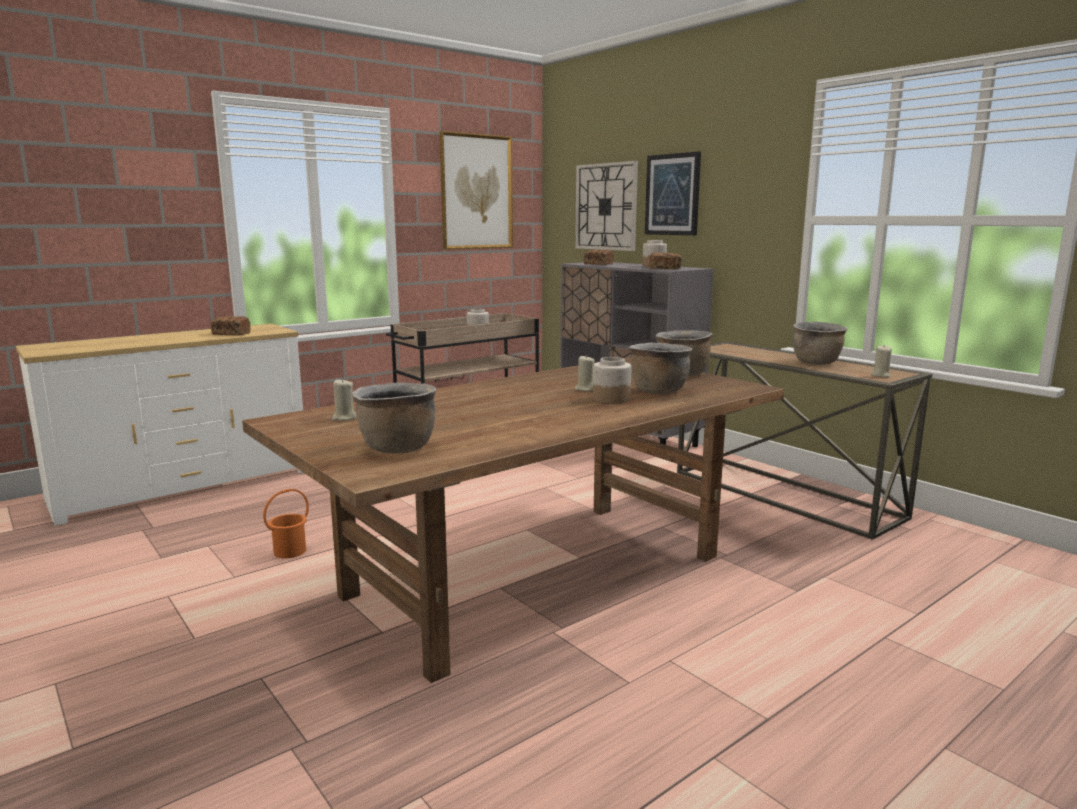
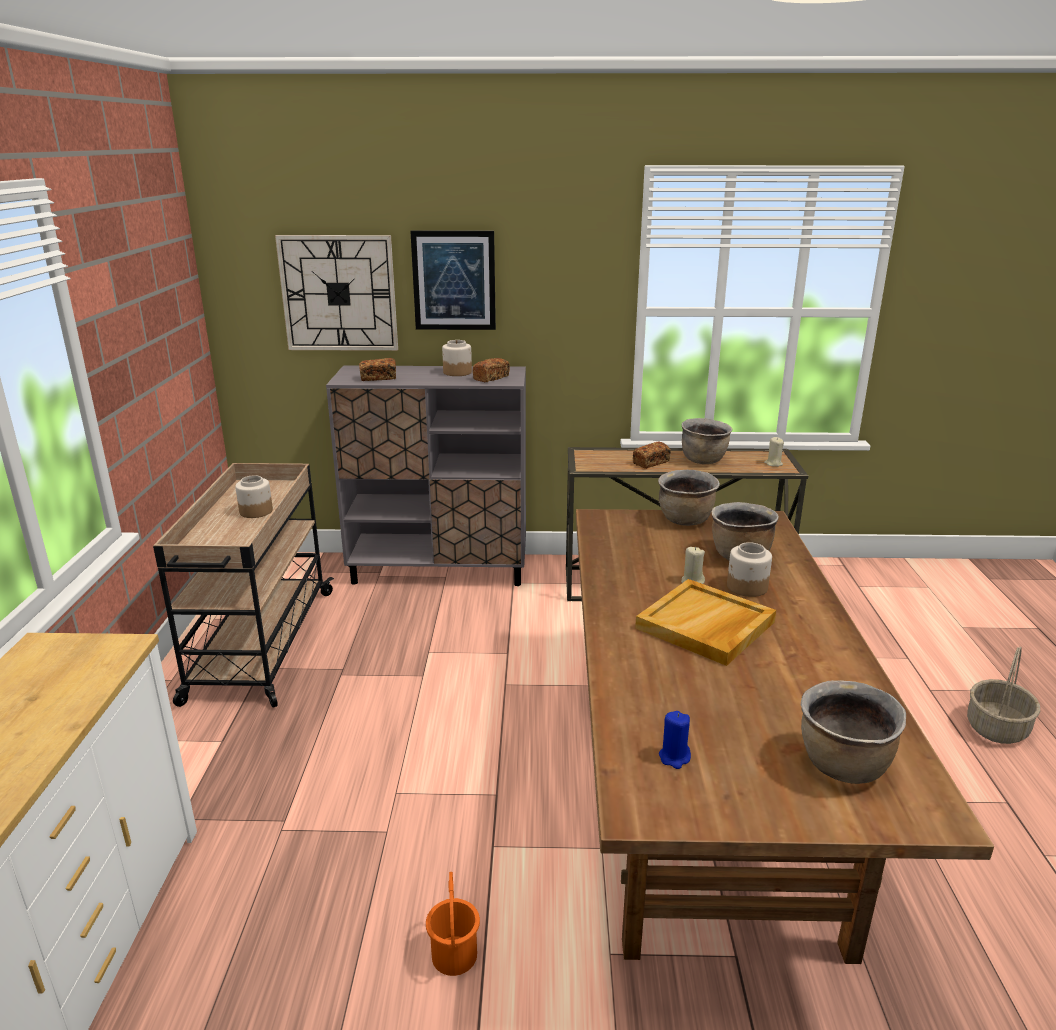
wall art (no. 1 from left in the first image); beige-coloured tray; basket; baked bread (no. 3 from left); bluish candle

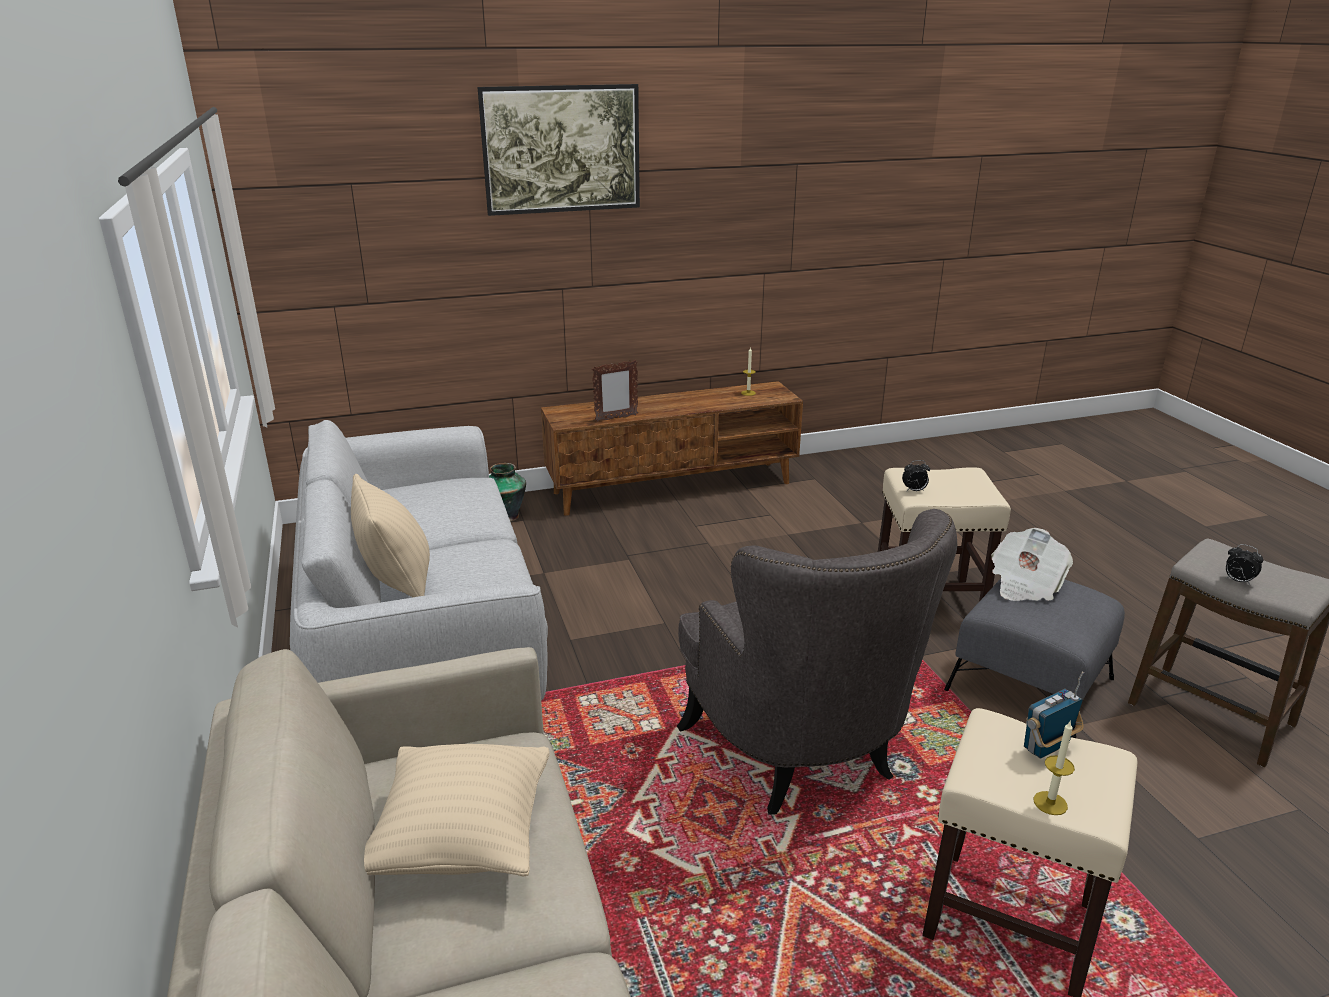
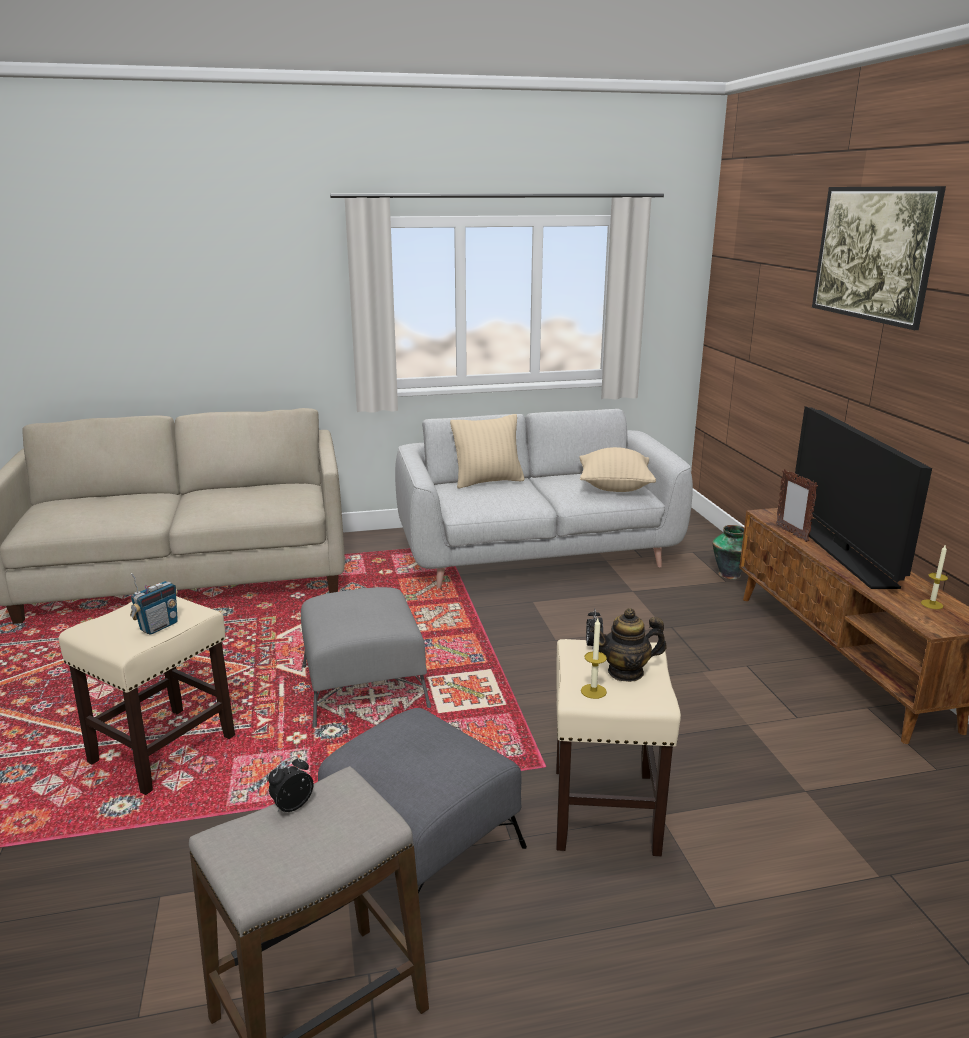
daily paper; teapot; TV; beige-coloured cushion (no. 2 from left); candle (no. 1 from left); gray footrest (no. 1 from left); radio set

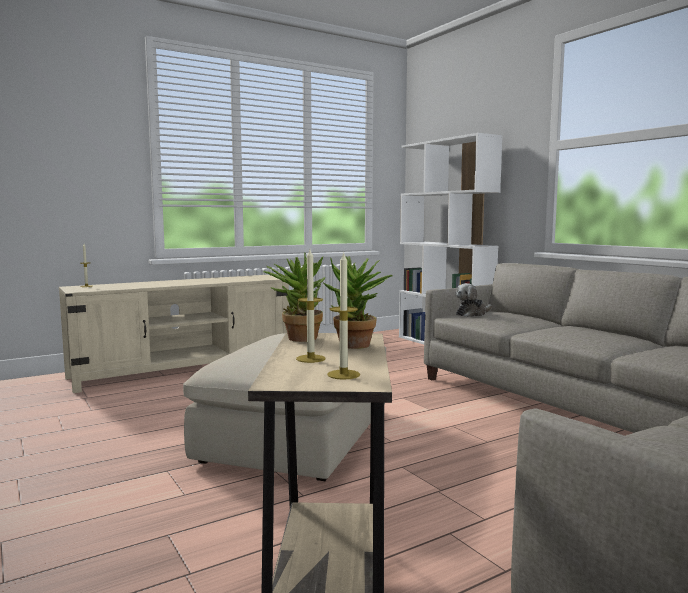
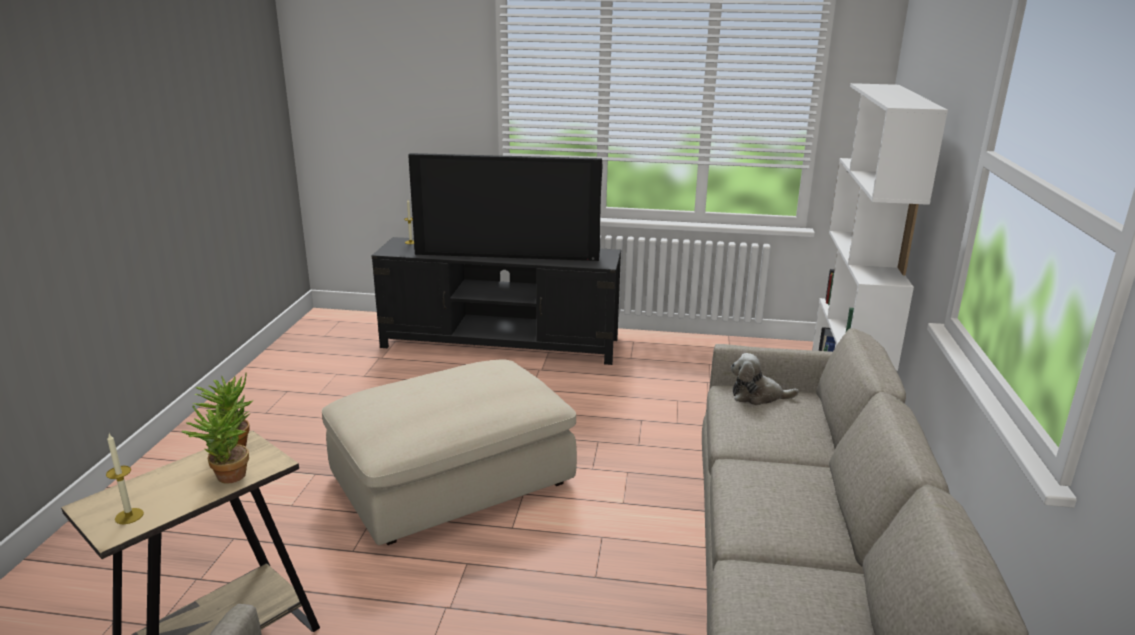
candle (no. 2 from left in the first image); TV; black-coloured tv stand

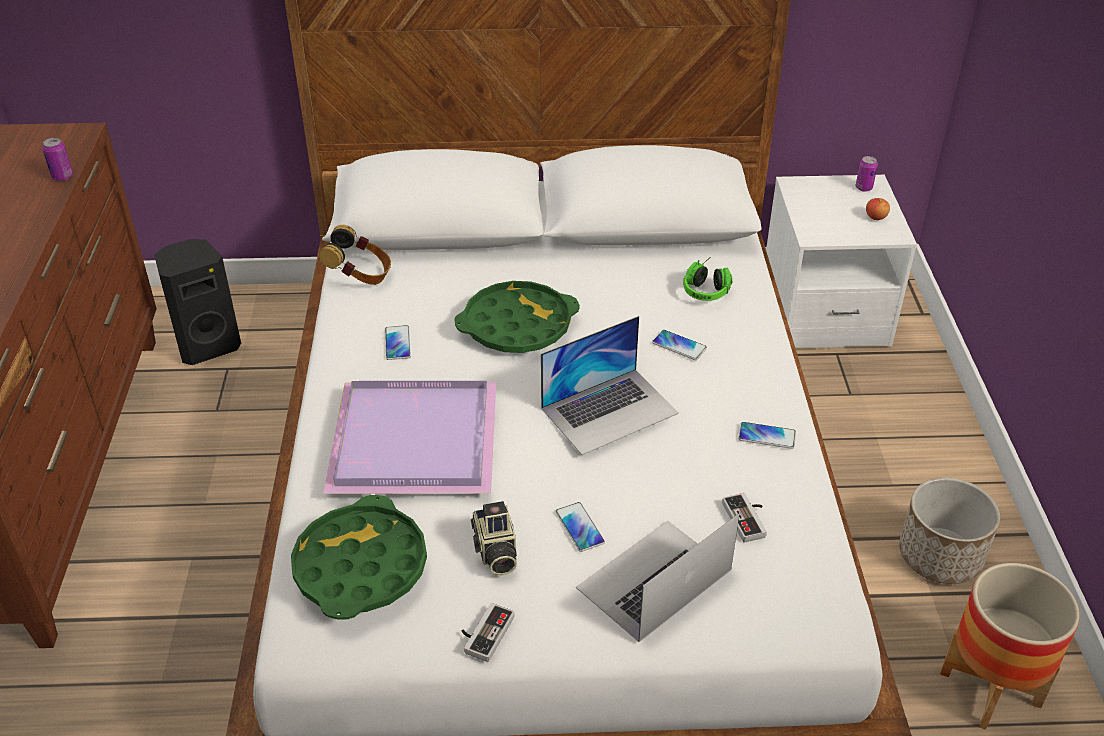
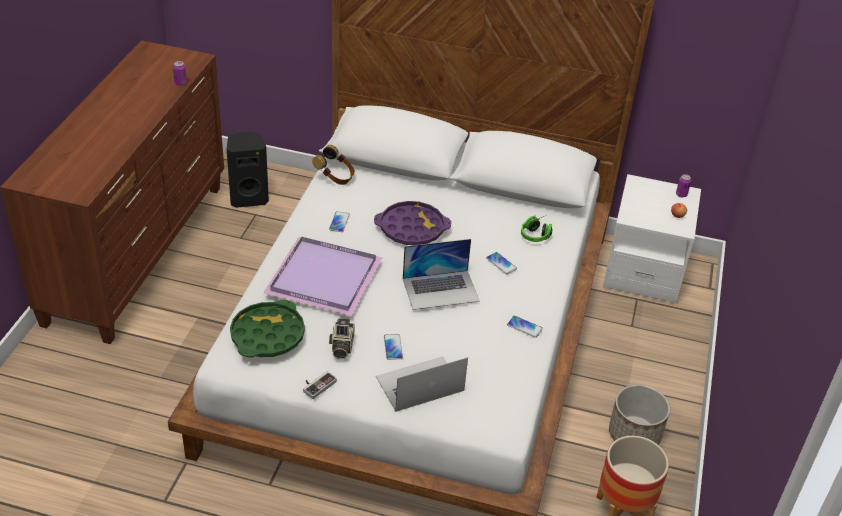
joypad (no. 2 from left in the first image); purple-coloured tray (no. 2 from left)

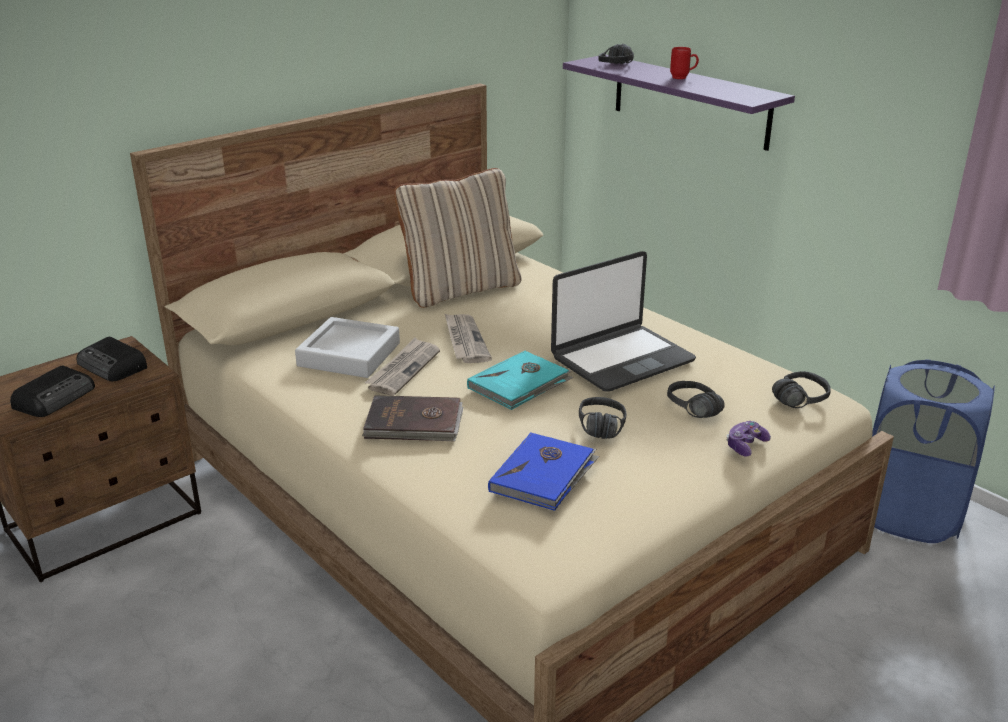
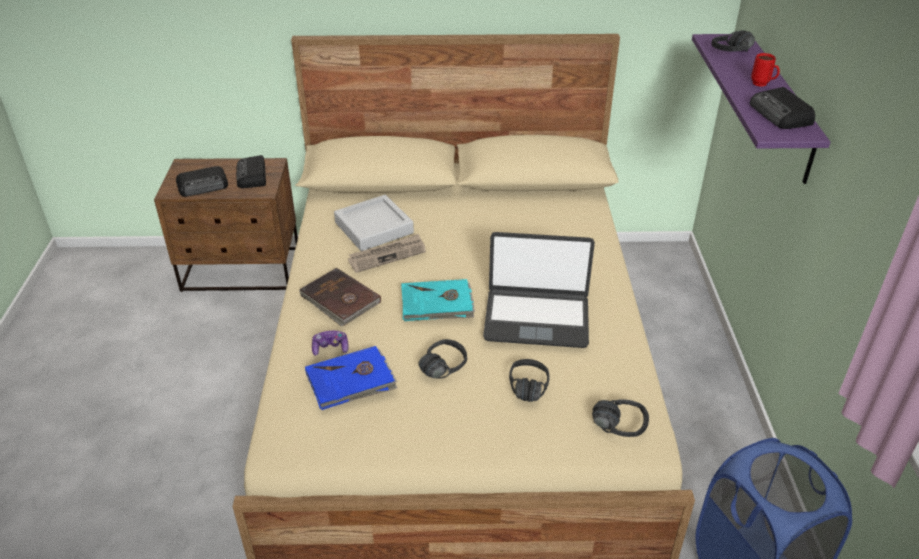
beige-coloured cushion; daily paper (no. 2 from left in the first image); radio set (no. 3 from left); joypad

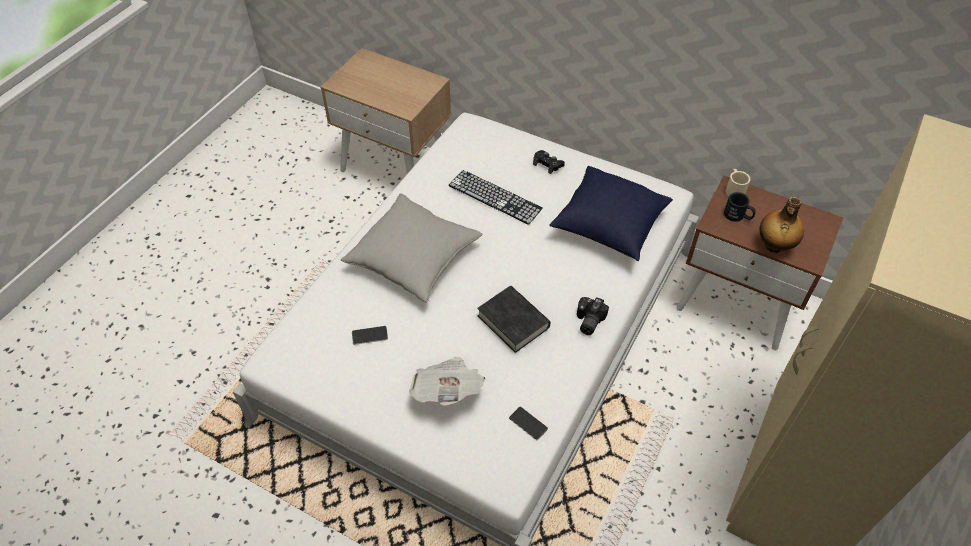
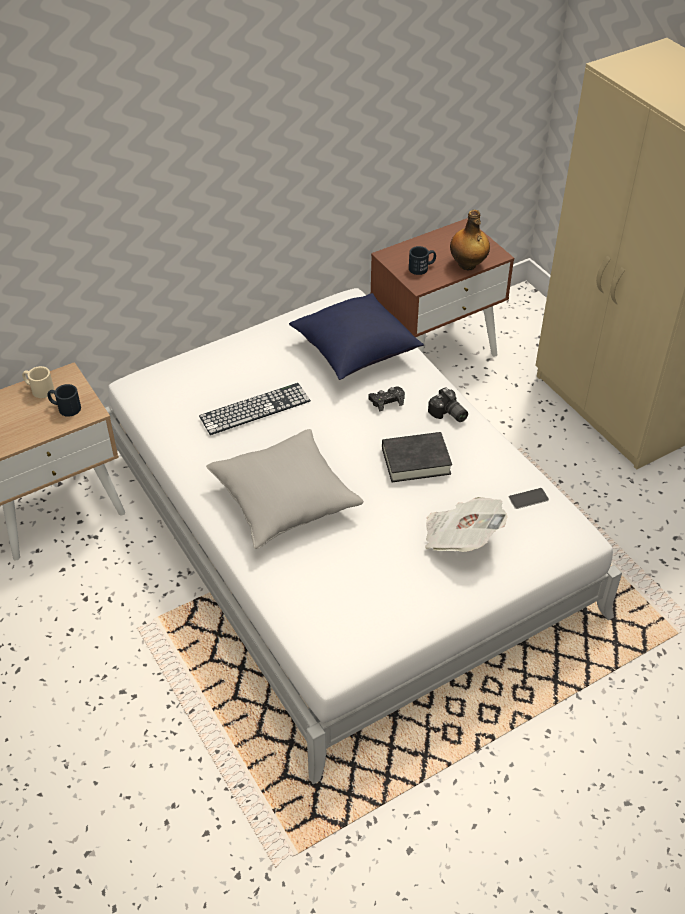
telephone (no. 1 from left in the first image); black-coloured coffee mug (no. 1 from left); black-coloured joypad; beige-coloured coffee mug

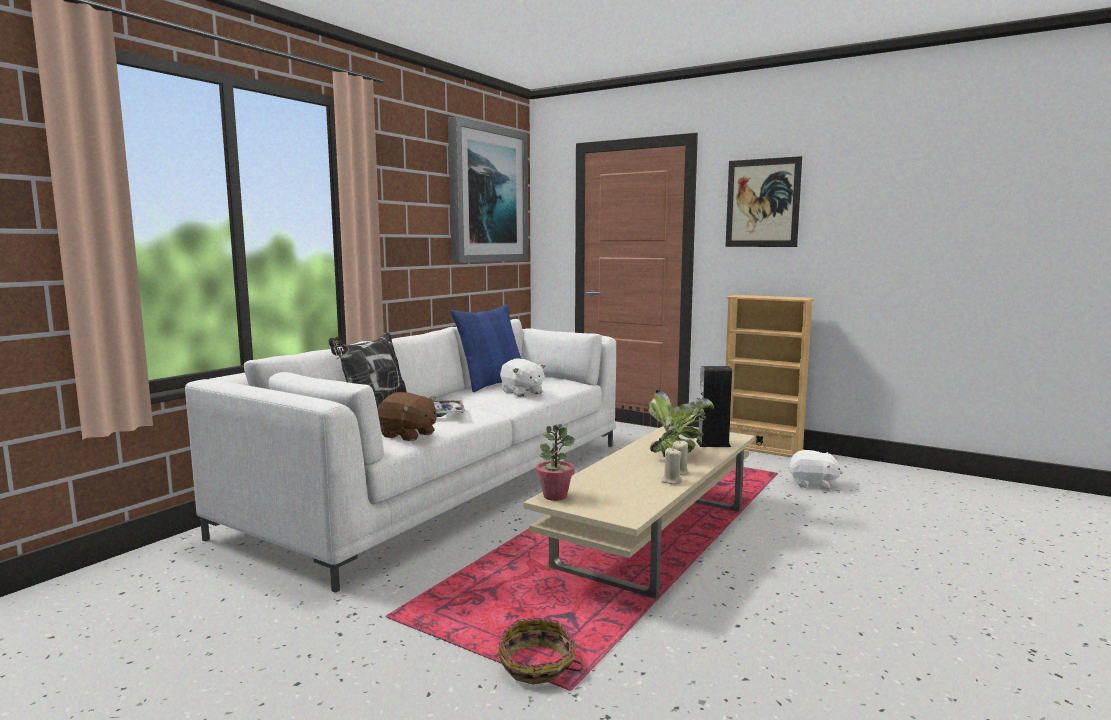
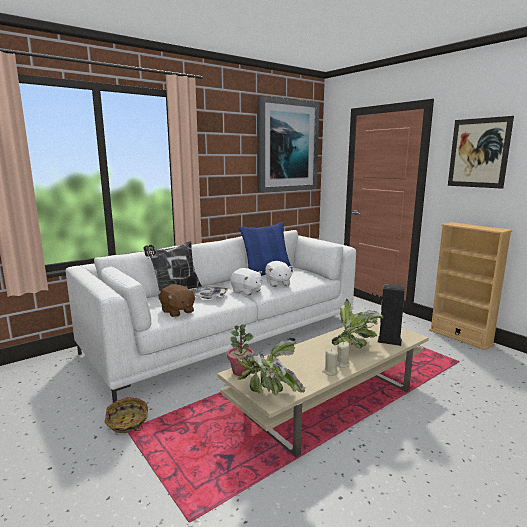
potted plant (no. 2 from left); basket; white-coloured soft toy (no. 1 from left)

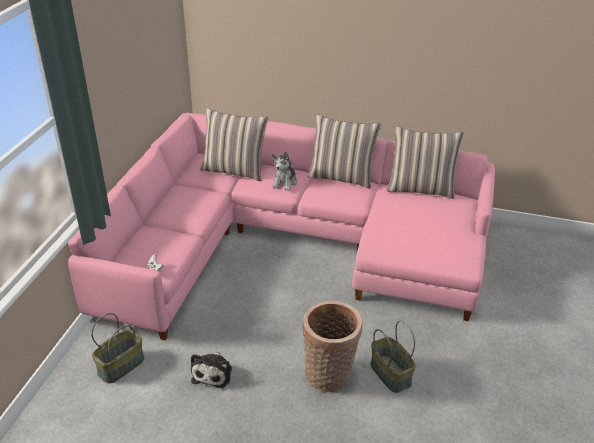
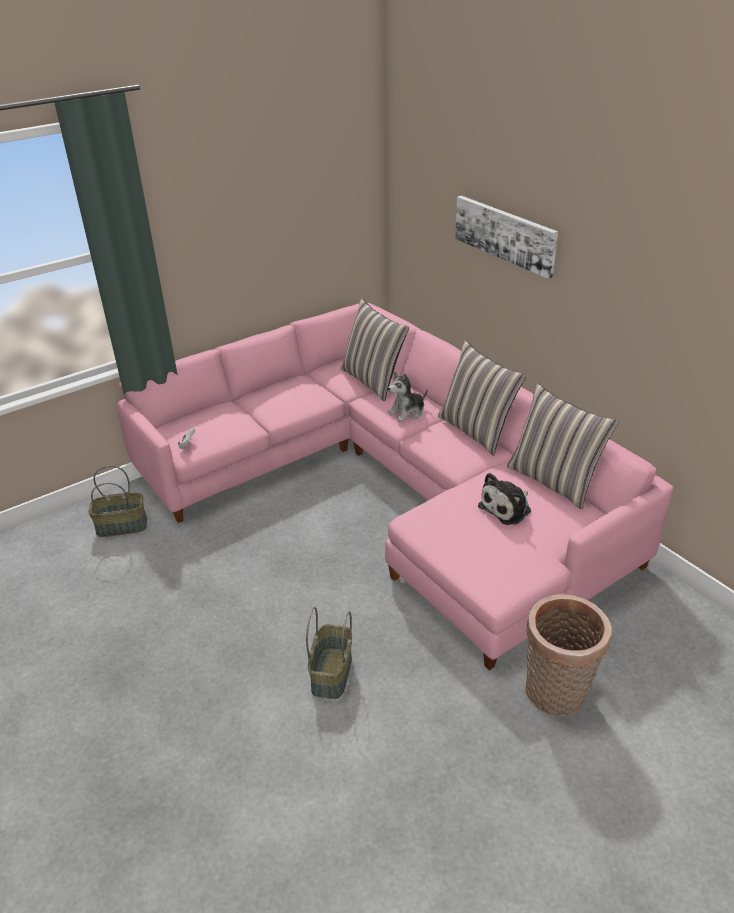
wall art; soft toy (no. 2 from left); basket (no. 3 from left)

